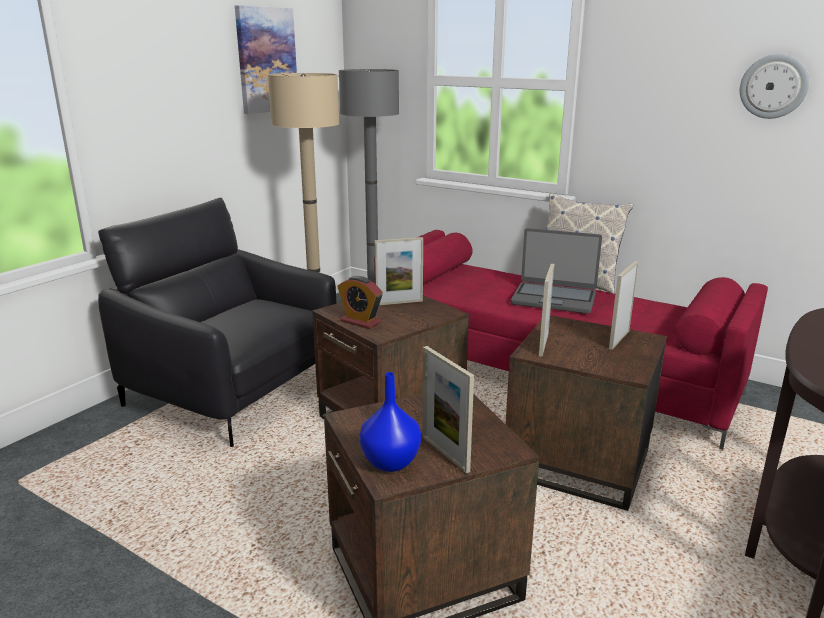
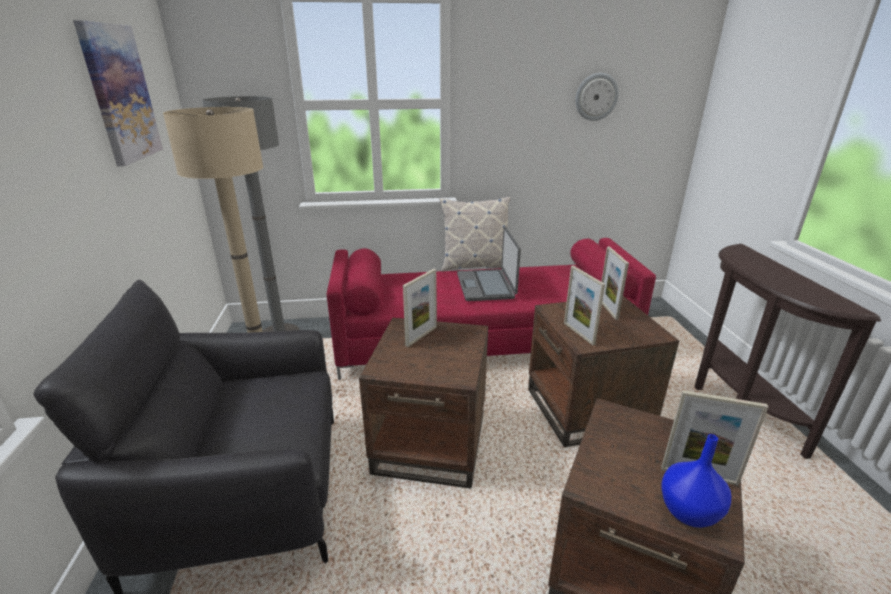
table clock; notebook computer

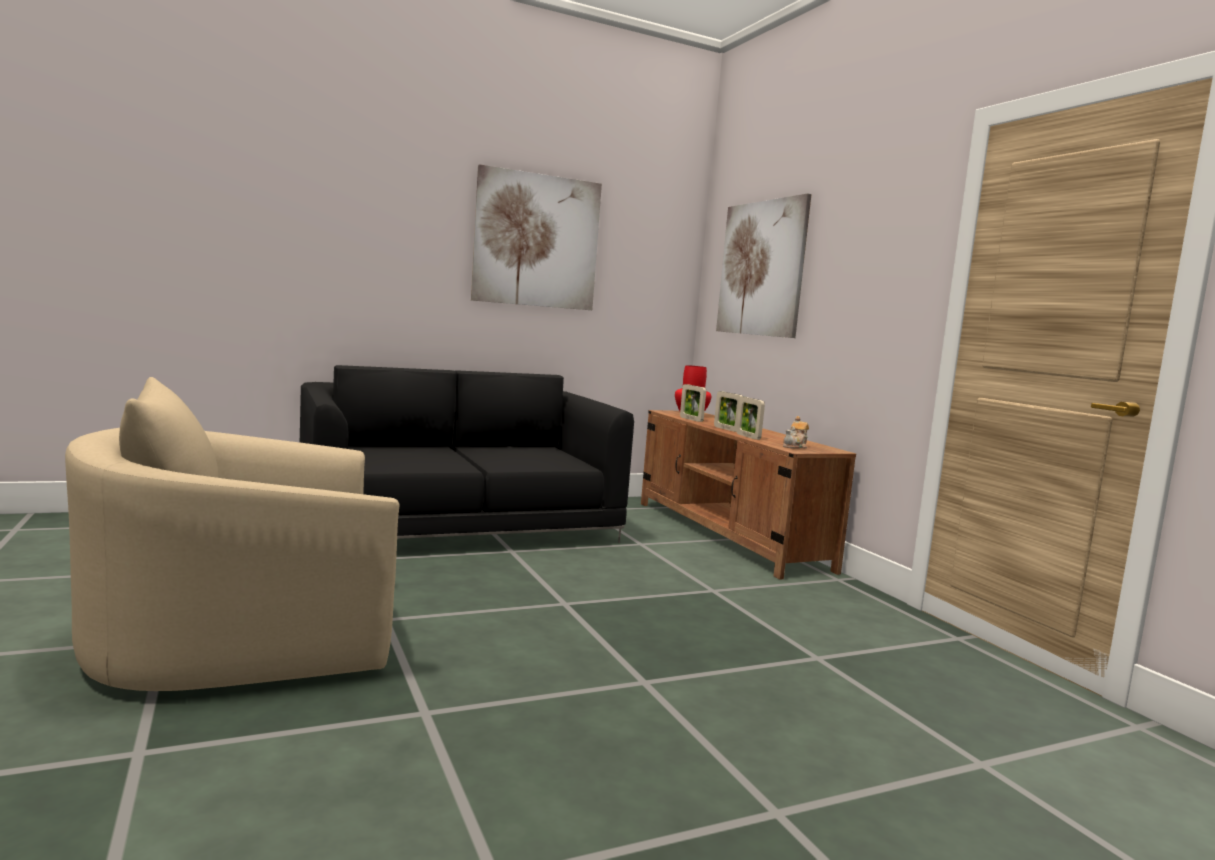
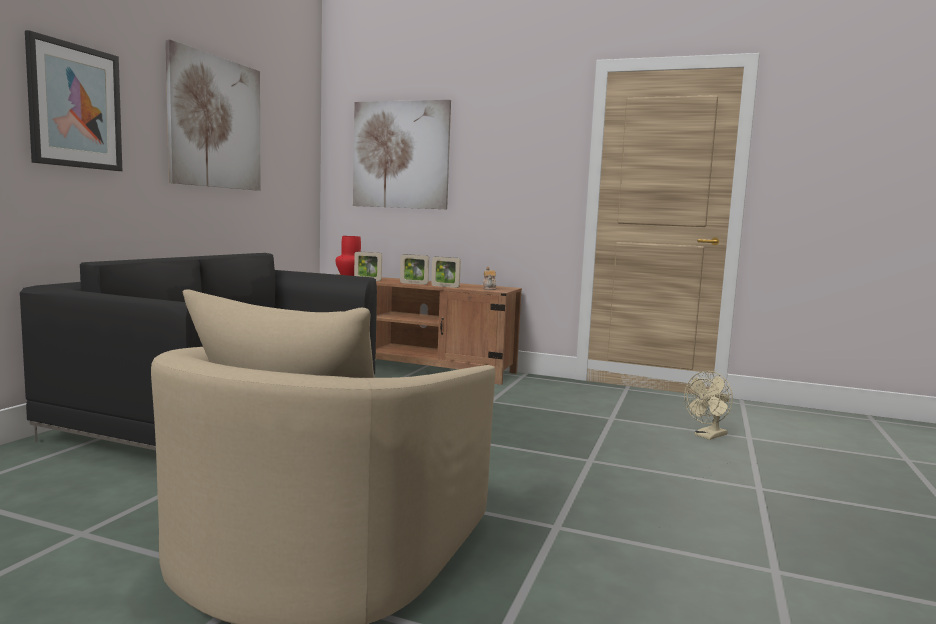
wall art (no. 1 from left); beige-coloured fan

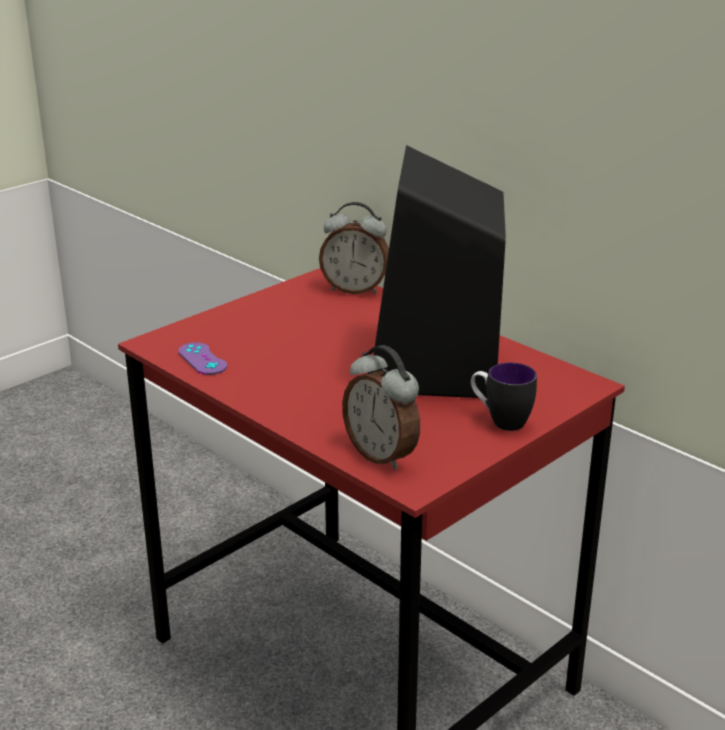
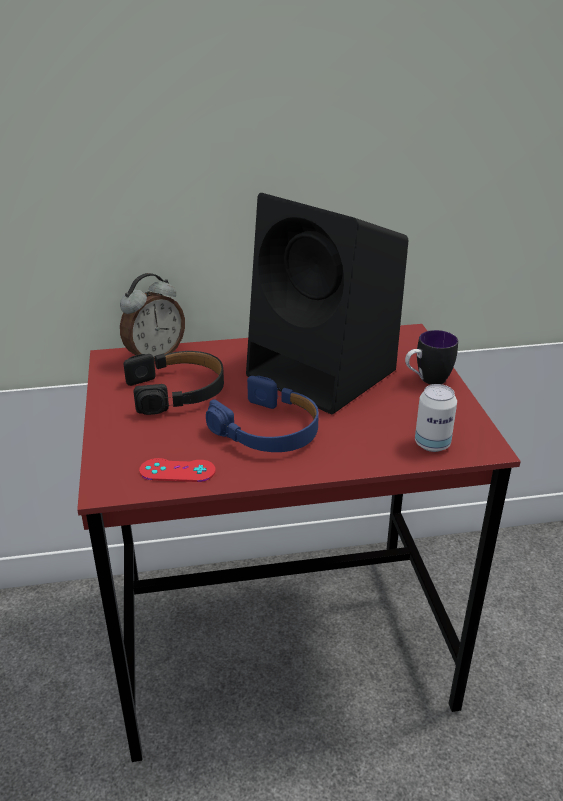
black-coloured headphones; bluish headphones; sealed can; reddish joypad

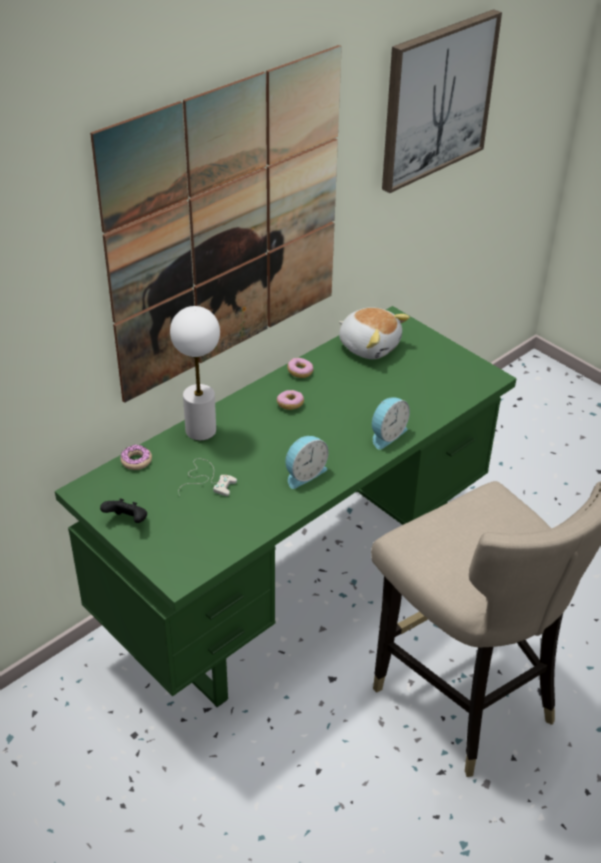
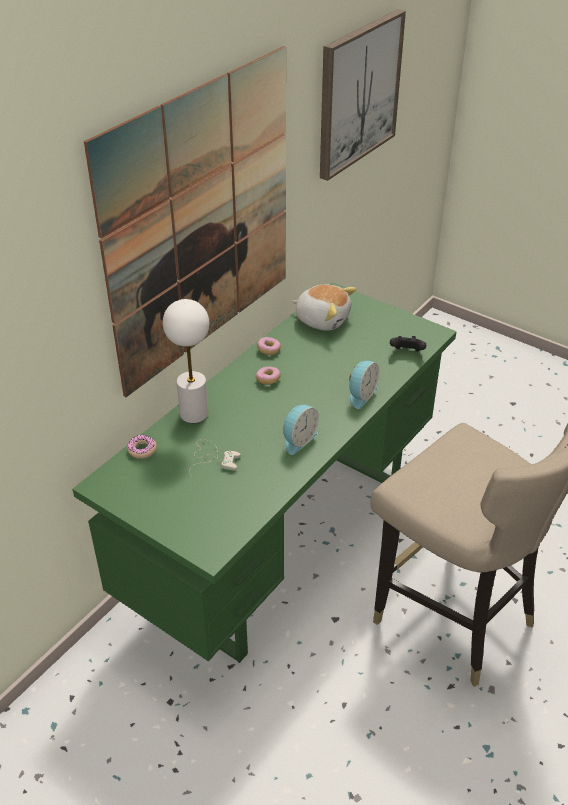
black-coloured joypad

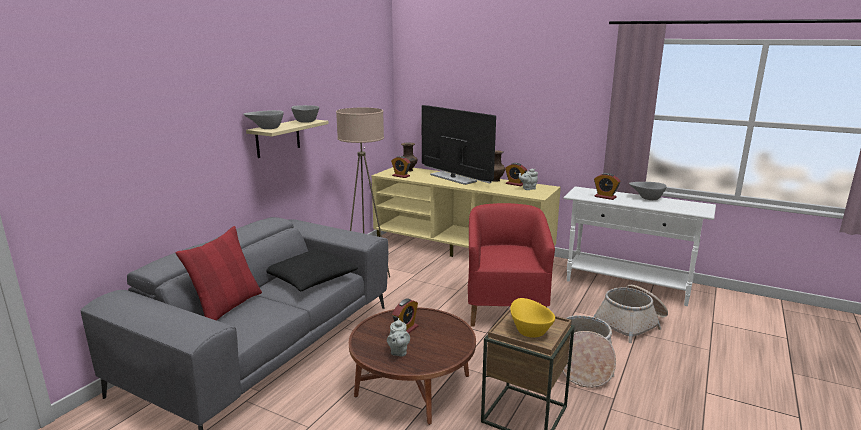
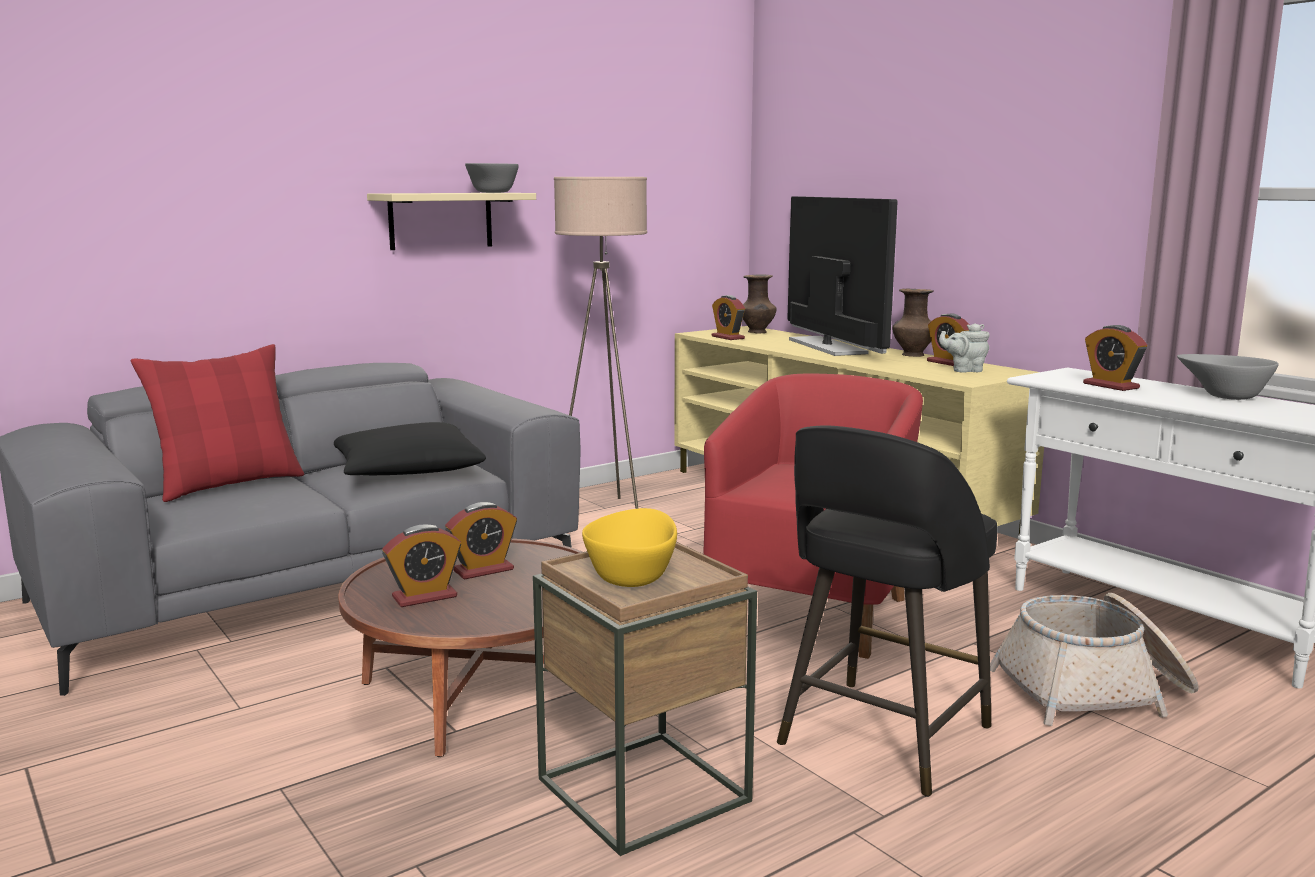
gray serving bowl (no. 1 from left in the first image); table clock (no. 1 from left); black-coloured stool seat

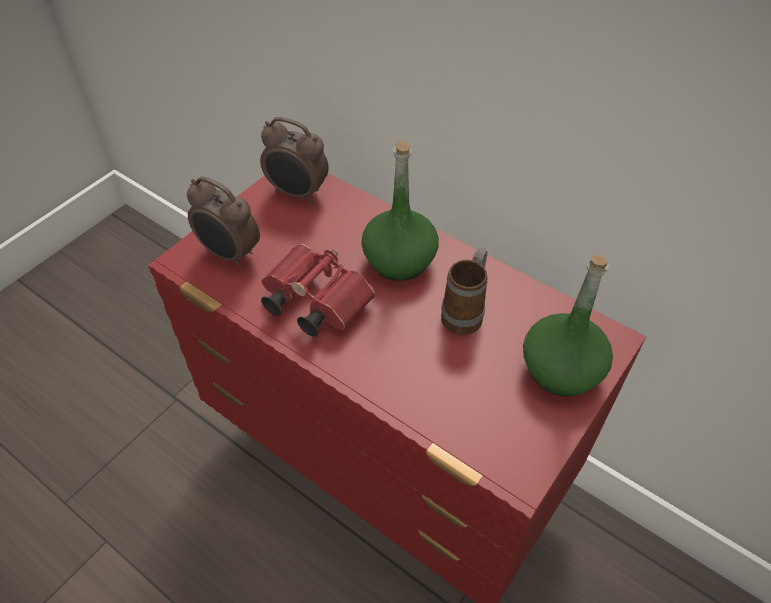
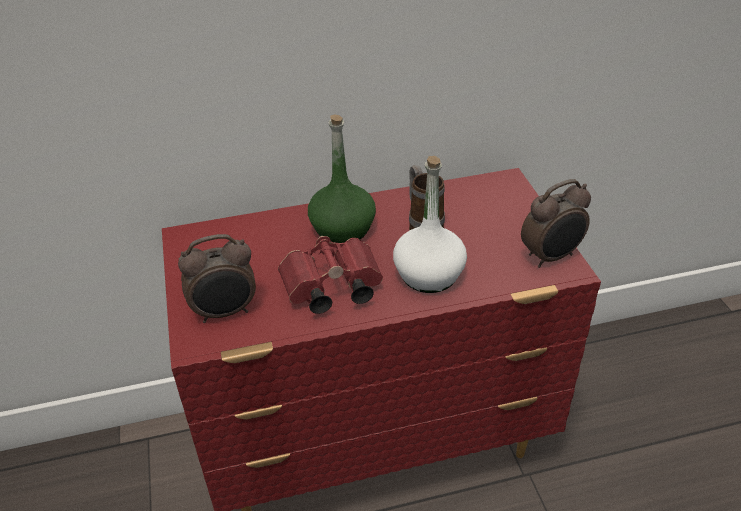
green bottle (no. 2 from left in the first image); white-coloured bottle; table clock (no. 2 from left)

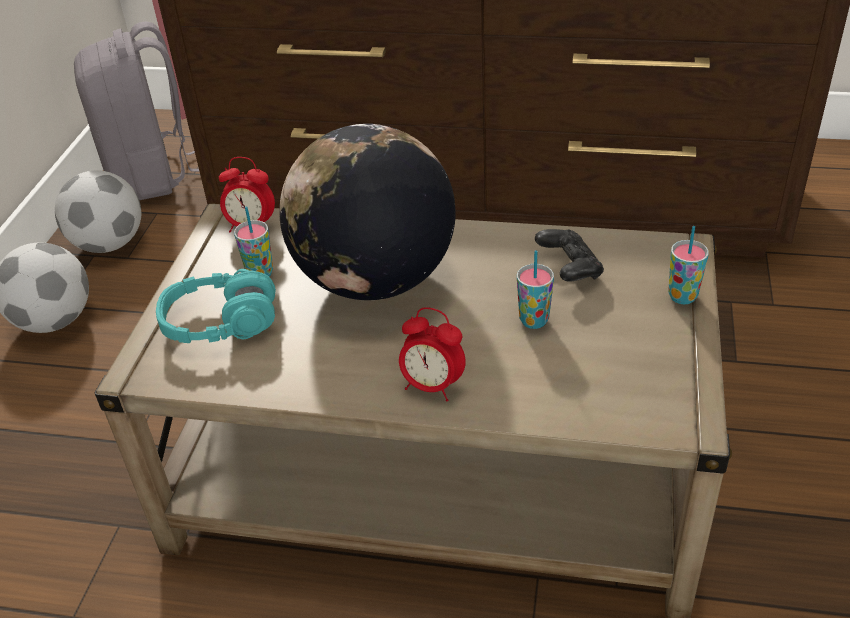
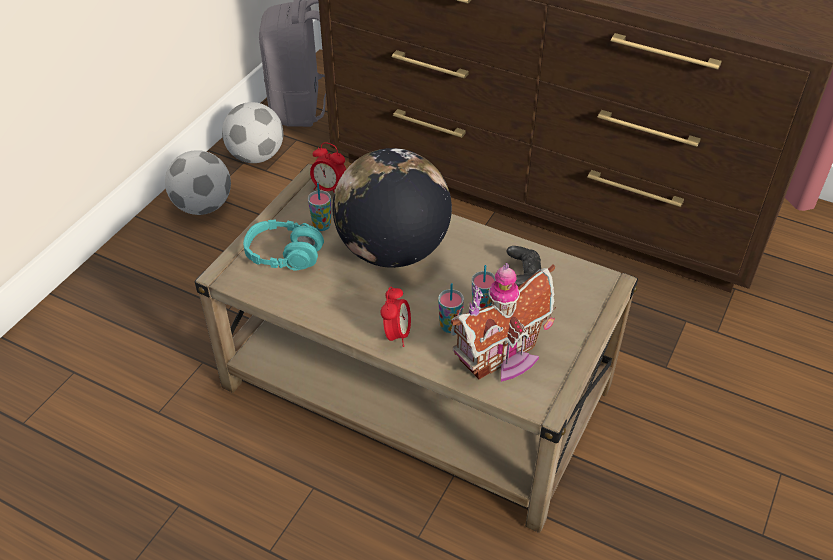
model house; cup (no. 2 from left); table clock (no. 2 from left)

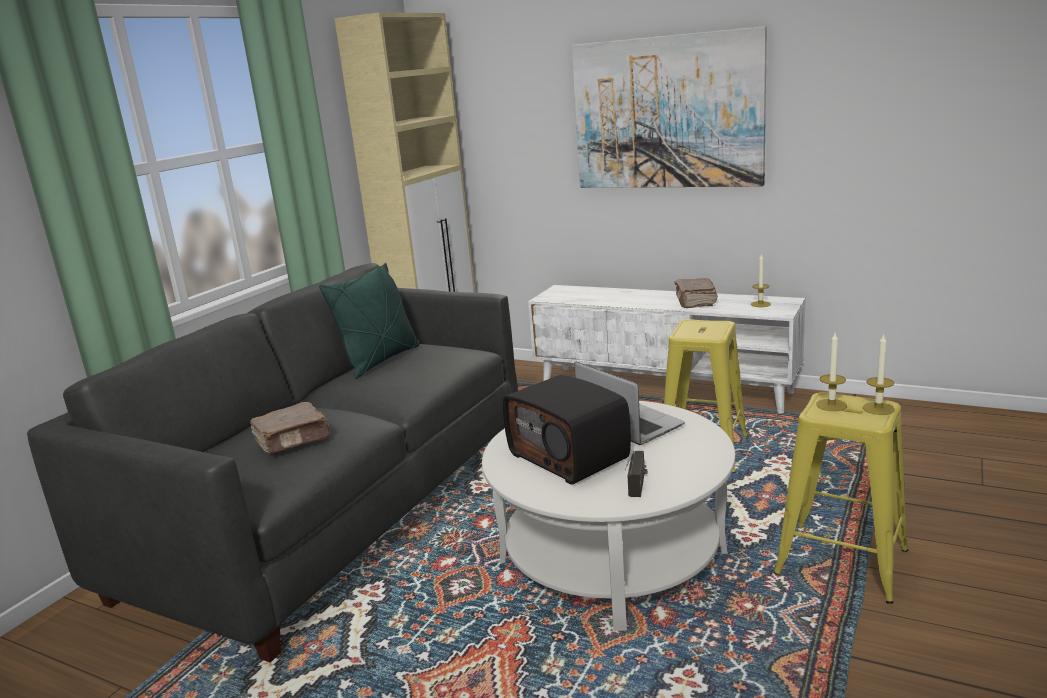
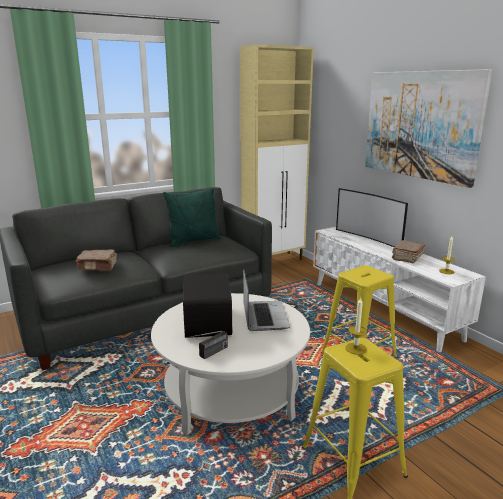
candle (no. 3 from left in the first image); TV

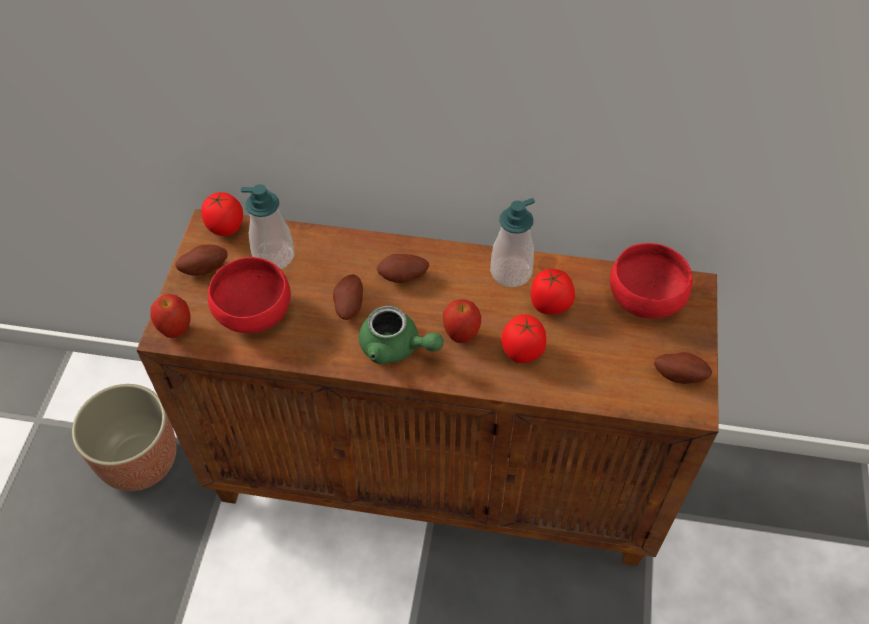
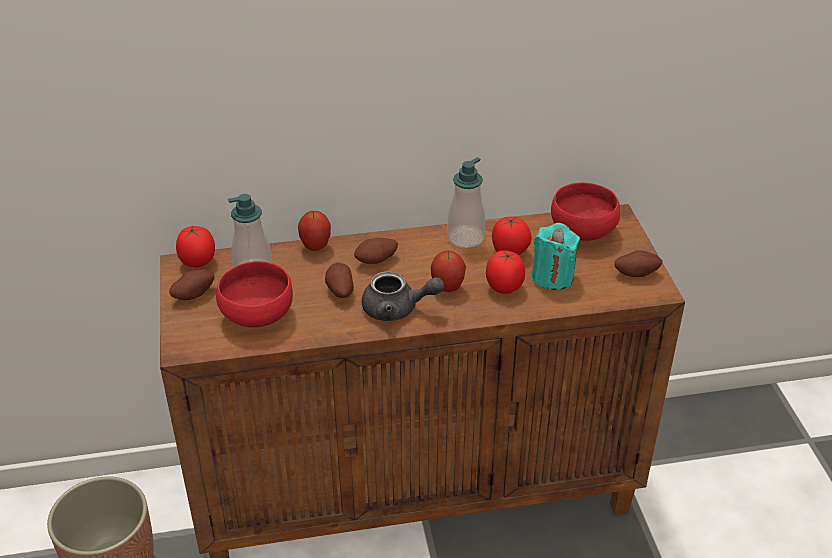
turquoise candle; whole apple (no. 1 from left); gray teapot

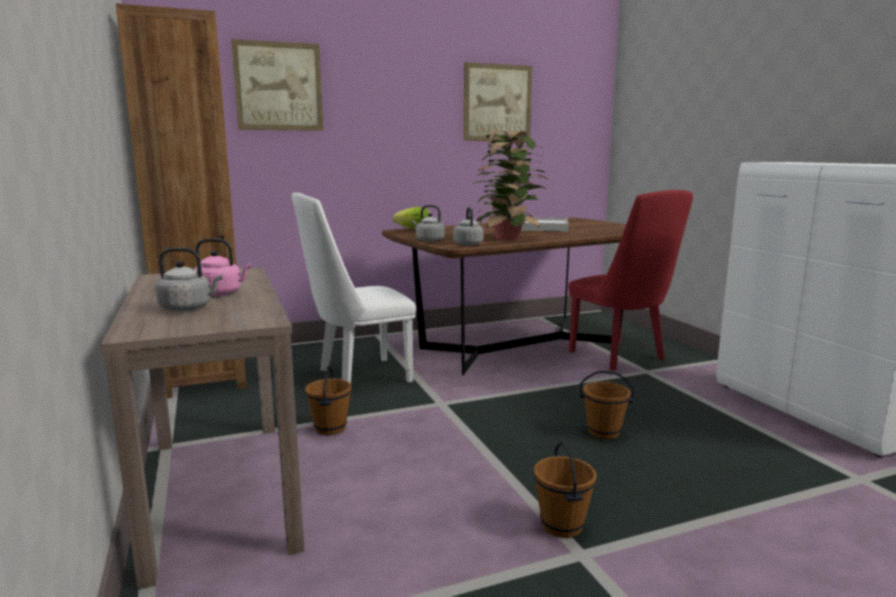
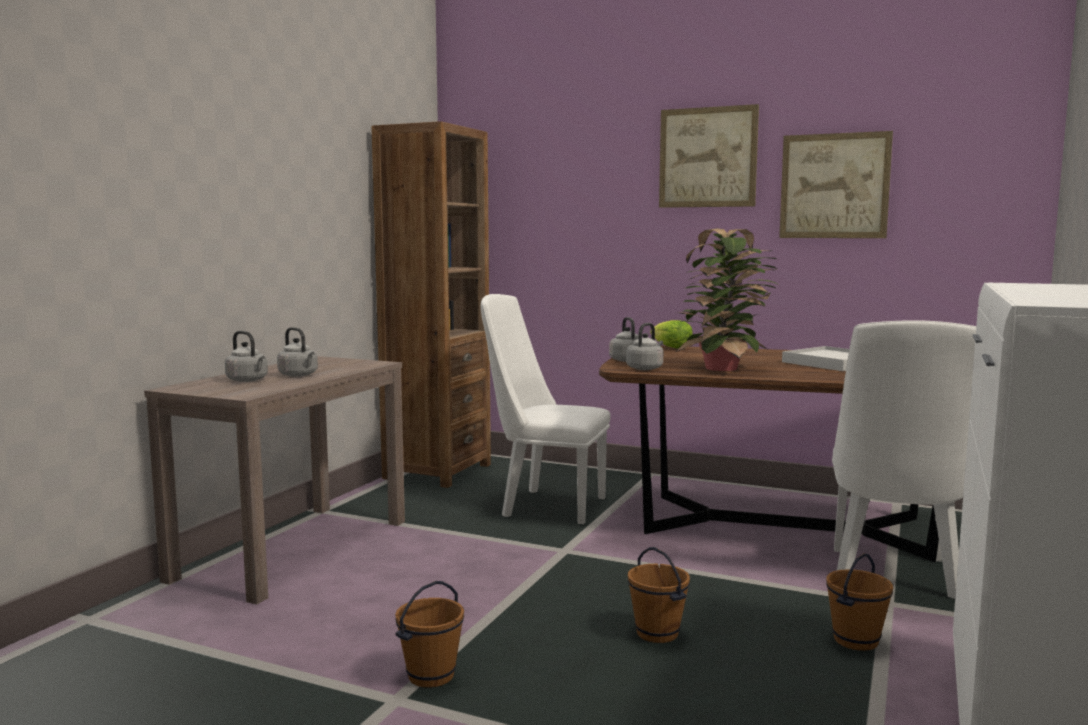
wall art (no. 1 from left); brownish pail (no. 3 from left); gray kettle (no. 2 from left); white-coloured chair (no. 2 from left)

